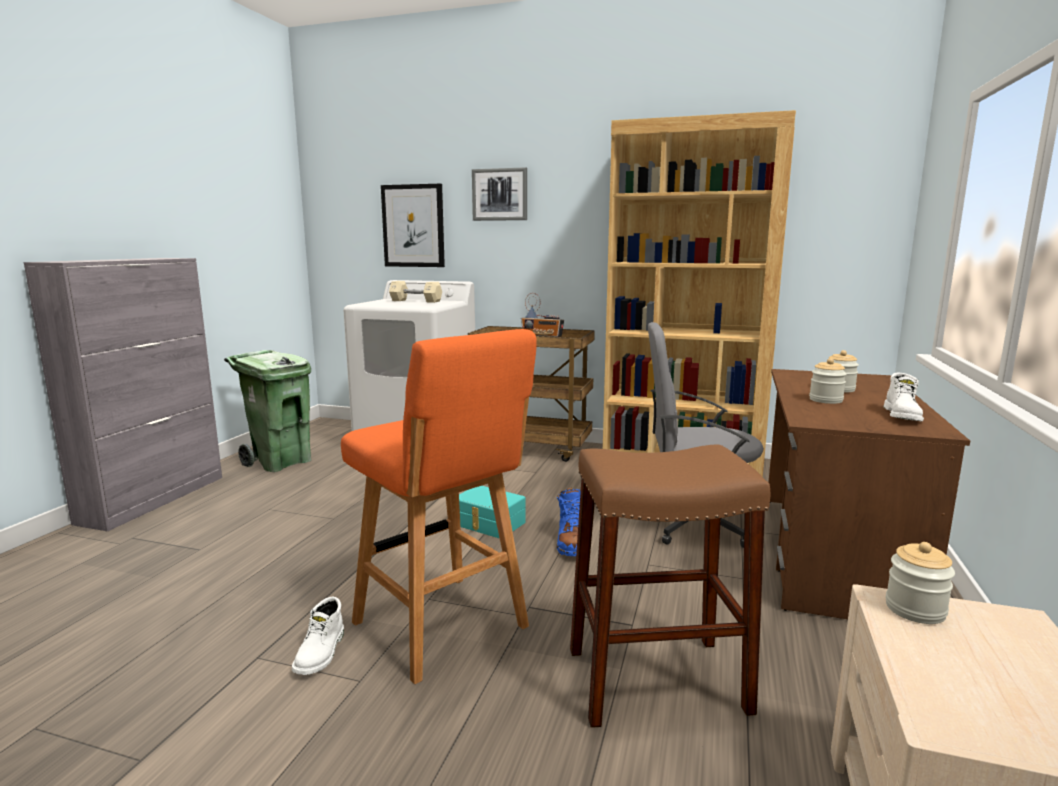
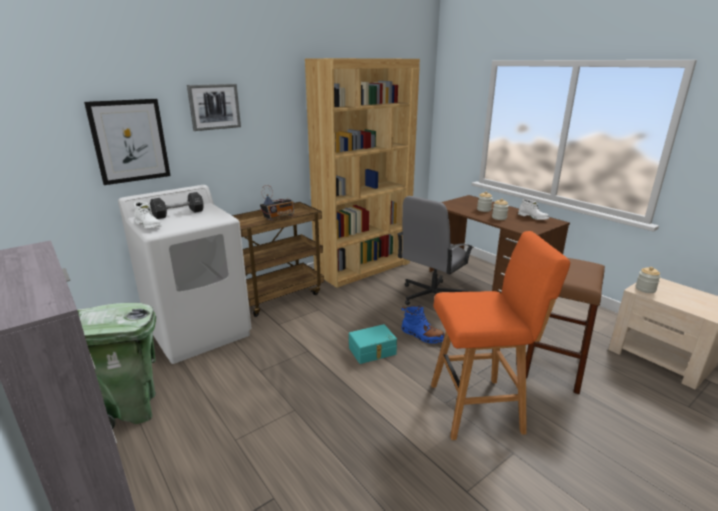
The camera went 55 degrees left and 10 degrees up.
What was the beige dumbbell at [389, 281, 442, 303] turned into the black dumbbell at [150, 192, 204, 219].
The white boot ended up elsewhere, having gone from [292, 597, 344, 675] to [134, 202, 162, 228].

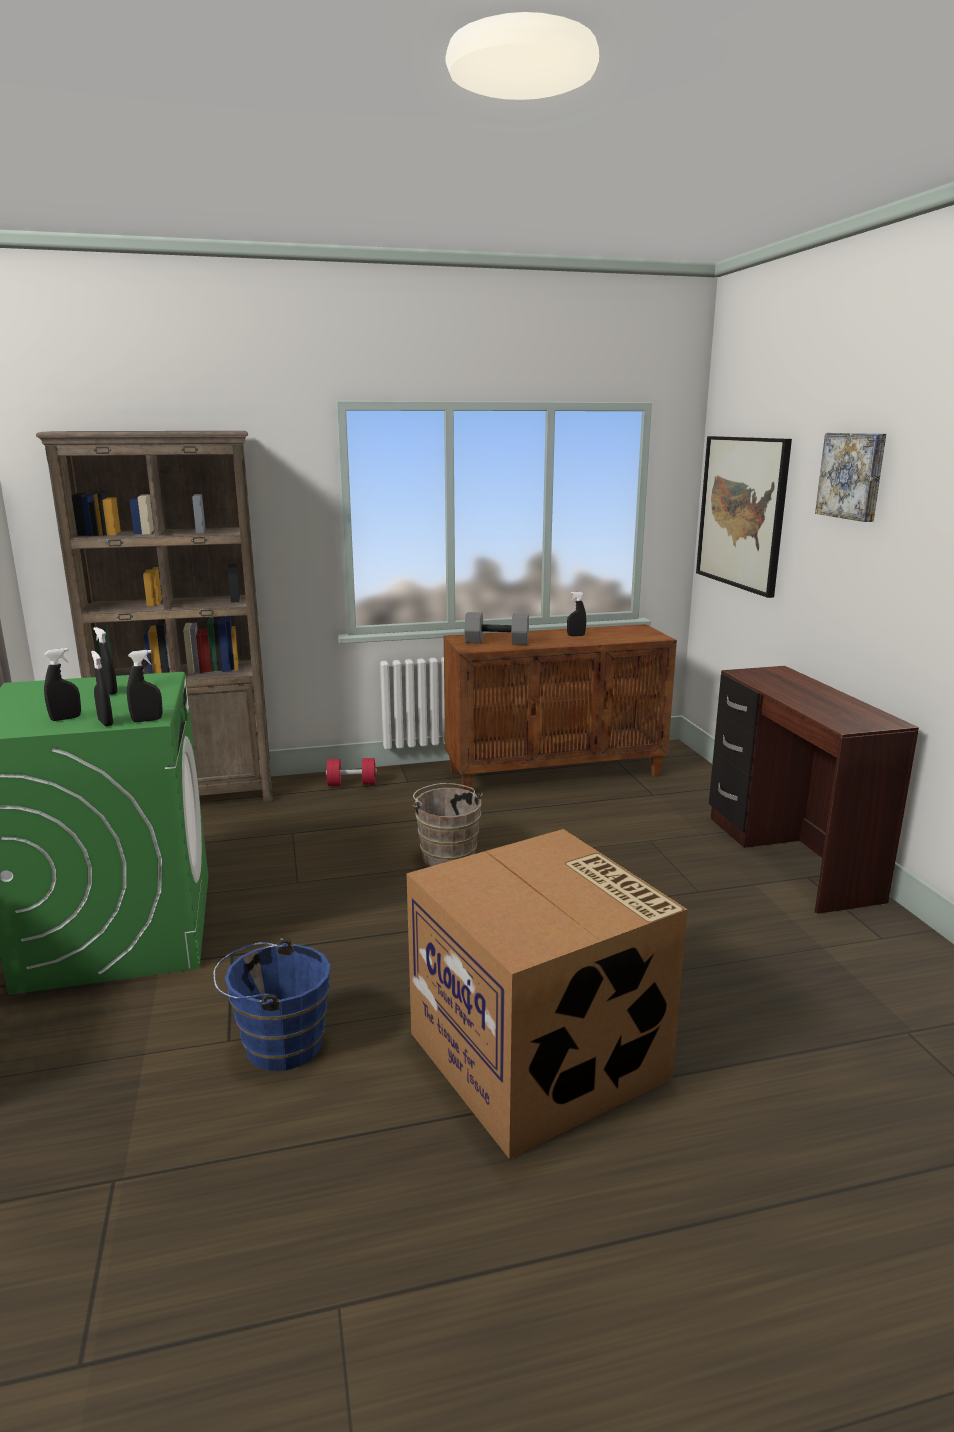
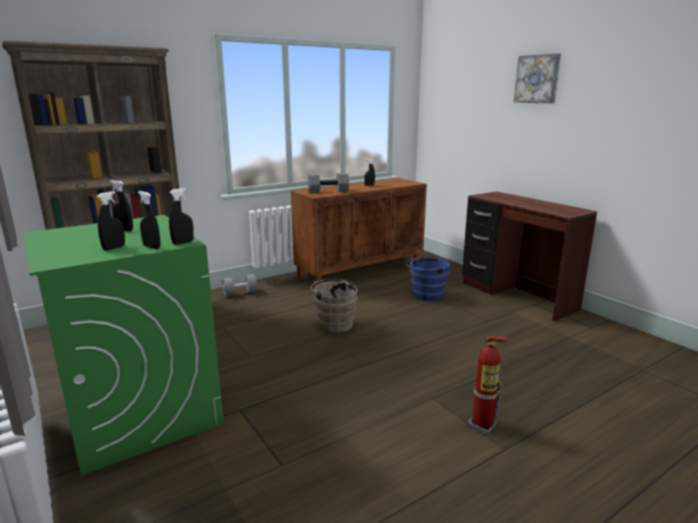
The camera went 20 degrees left and 0 degrees up.
The second view lost the picture at [696, 436, 792, 598].
What was the red dumbbell at [326, 758, 377, 786] turned into the grey dumbbell at [222, 274, 257, 296].
Where the cardboard box stood at [406, 829, 688, 1159], the fire extinguisher came to stand at [468, 336, 507, 434].
The blue bucket ended up elsewhere, having gone from [213, 938, 330, 1071] to [406, 256, 450, 301].

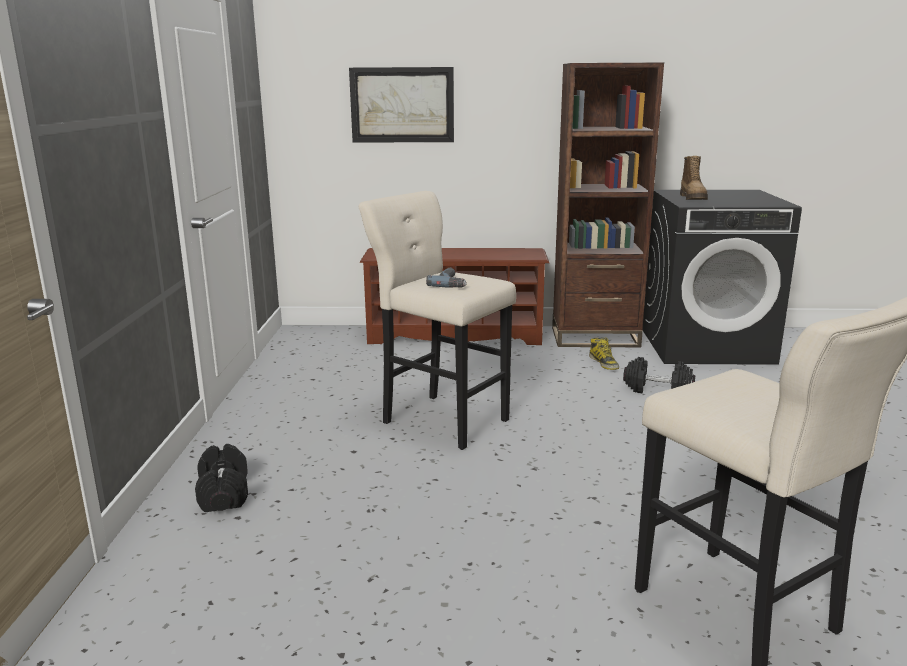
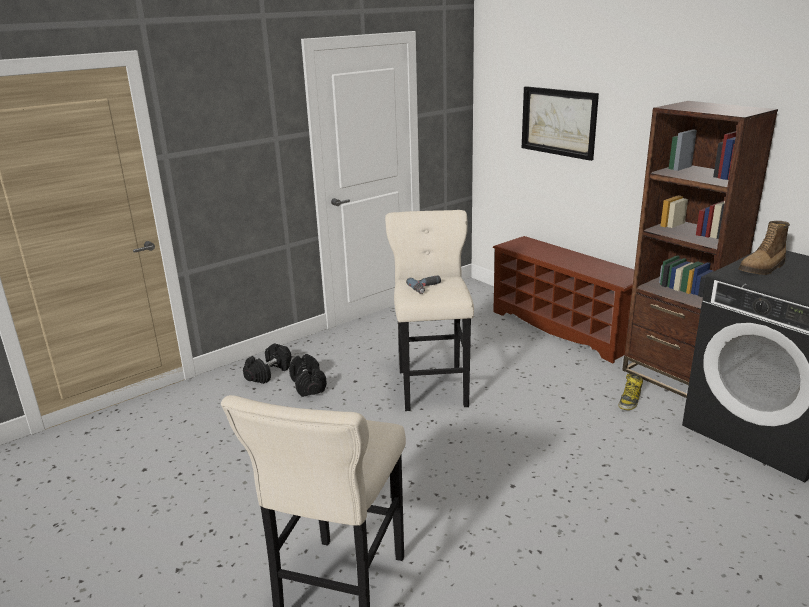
The camera went 50 degrees right and 5 degrees up.
The black dumbbell ended up elsewhere, having gone from [623, 357, 695, 393] to [289, 354, 327, 397].

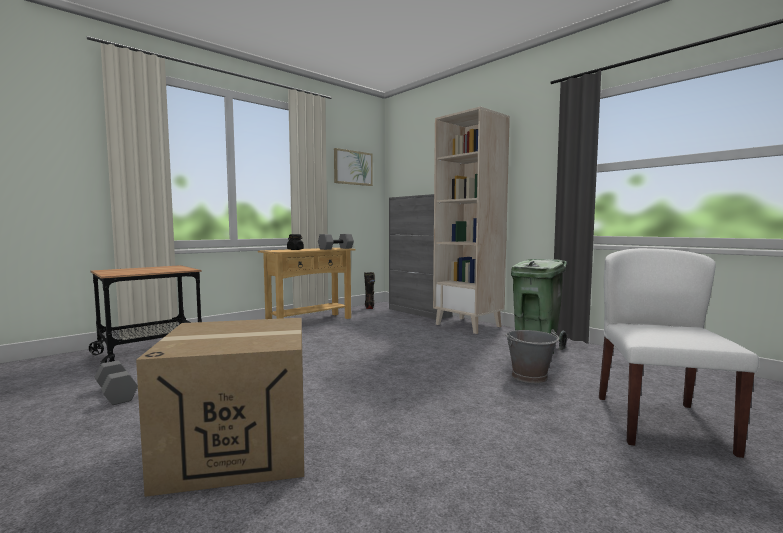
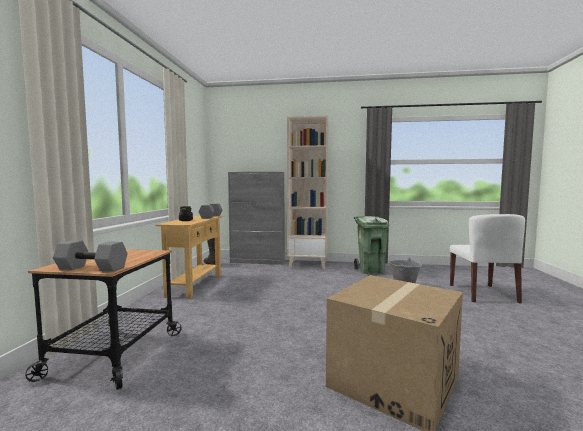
The camera went 40 degrees left and 0 degrees up.
The second view lost the picture at [334, 148, 373, 186].
The white chair at [599, 248, 759, 458] ended up facing another way, 150 degrees counterclockwise from before.
The grey dumbbell ended up elsewhere, having gone from [95, 361, 138, 405] to [53, 240, 128, 272].

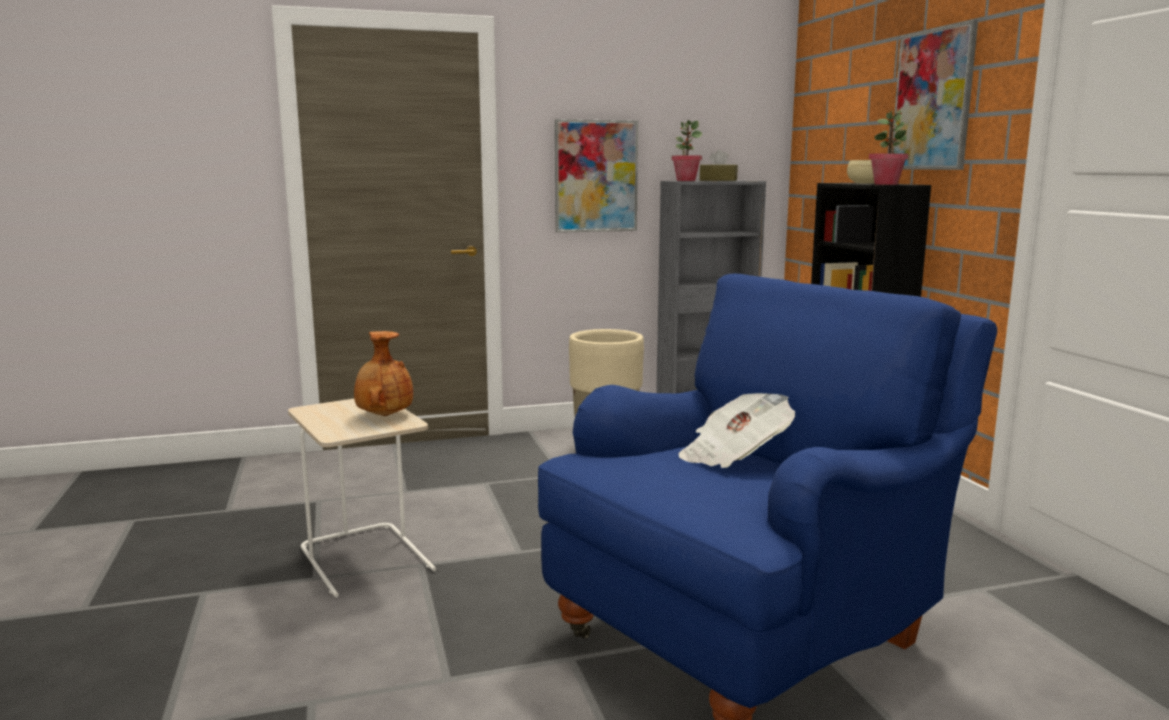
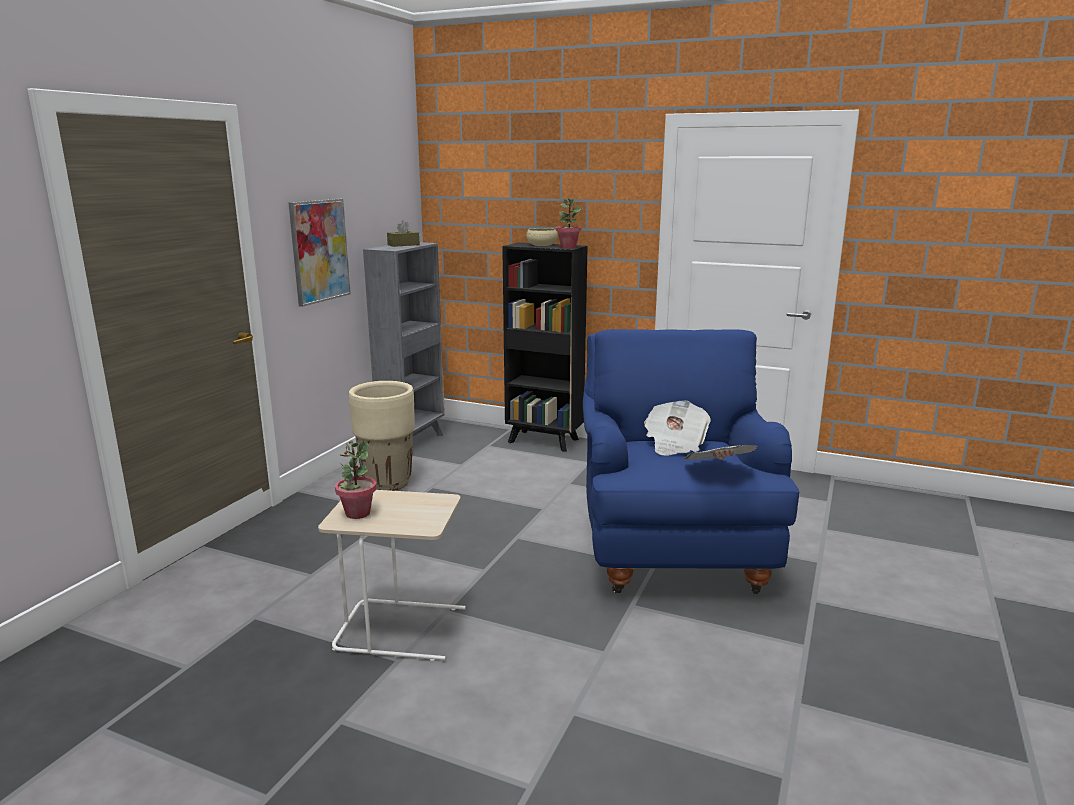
The camera went 50 degrees left and 5 degrees up.
The second view lost the picture at [892, 20, 978, 170].
The potted plant ended up elsewhere, having gone from [671, 120, 702, 181] to [335, 440, 377, 519].
The second view lost the brown vase at [354, 331, 413, 416].
The second view gained the newspaper at [683, 445, 758, 460].

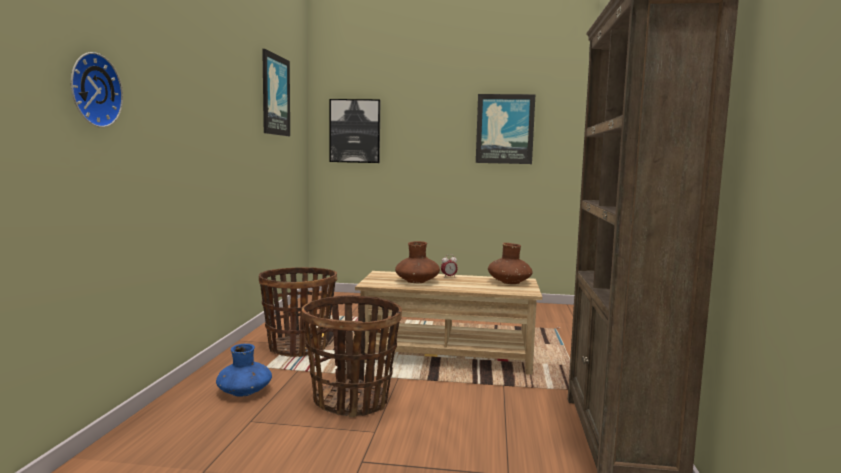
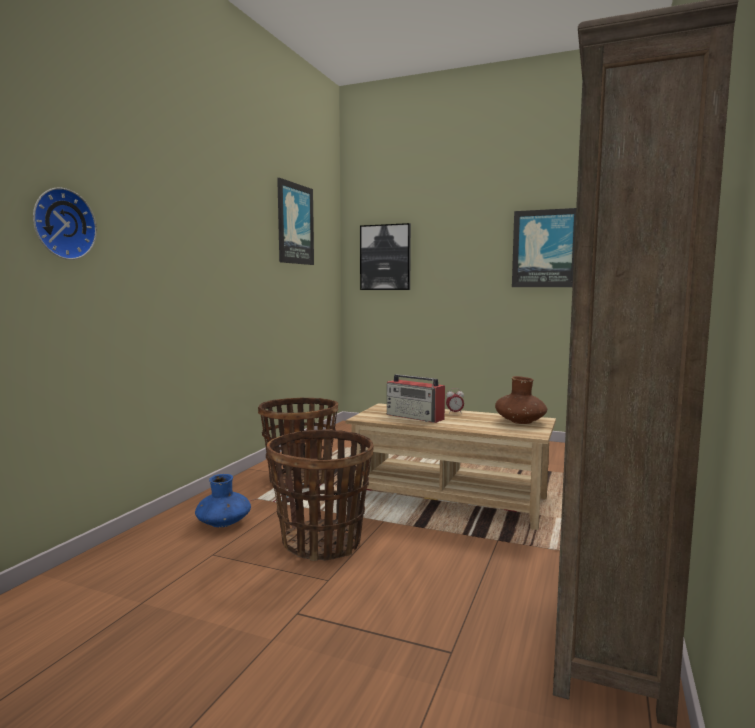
The camera went 15 degrees right and 0 degrees up.
Where the brown vase stood at [395, 241, 440, 283], the radio came to stand at [387, 374, 445, 423].

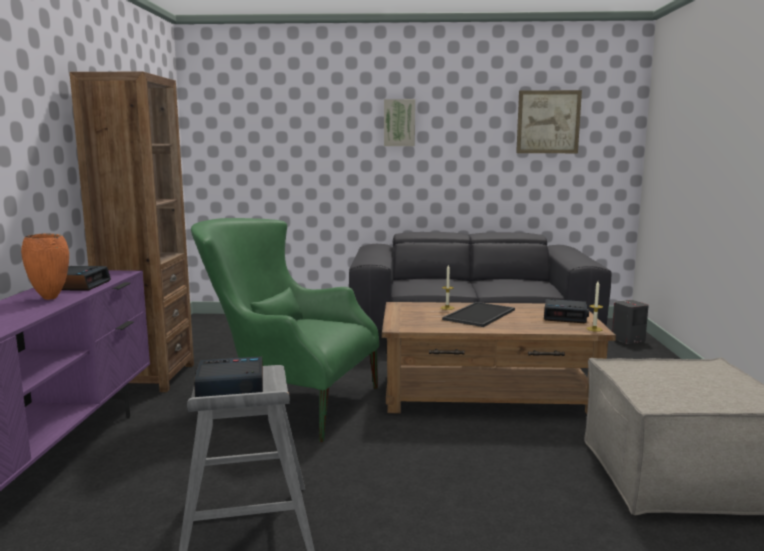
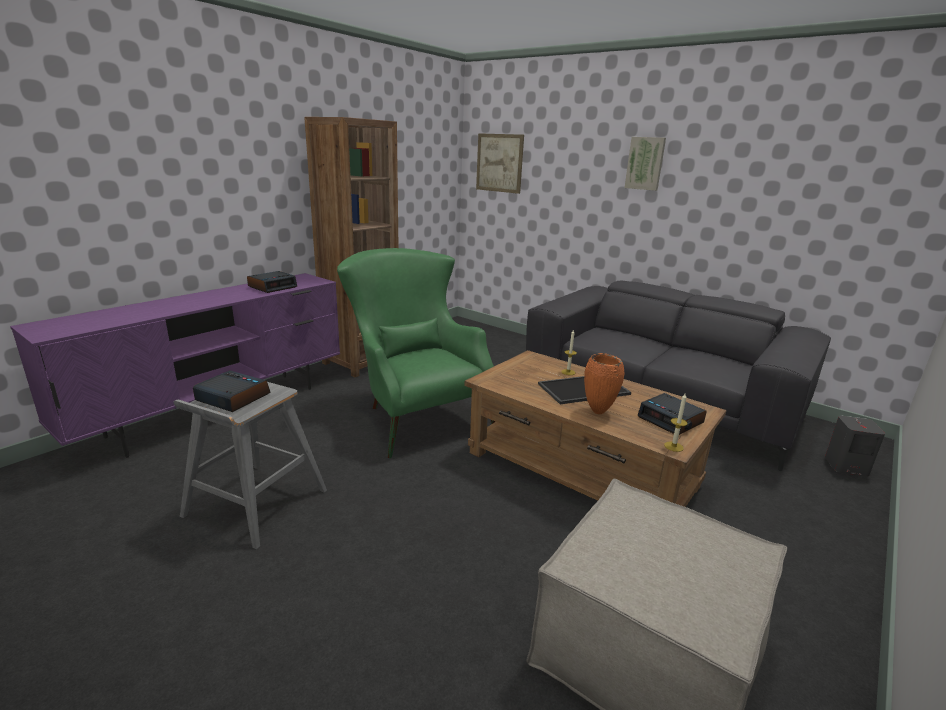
The camera went 35 degrees right and 10 degrees up.
The picture ended up elsewhere, having gone from [516, 90, 582, 153] to [476, 133, 524, 194].
The orange vase ended up elsewhere, having gone from [21, 234, 69, 300] to [584, 353, 625, 414].

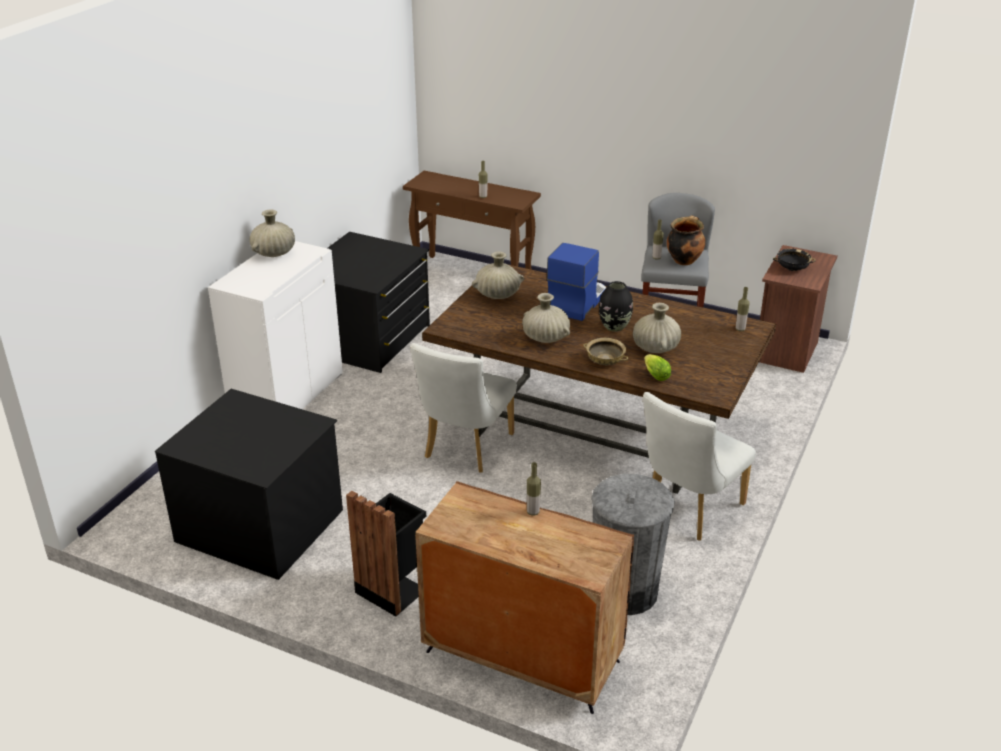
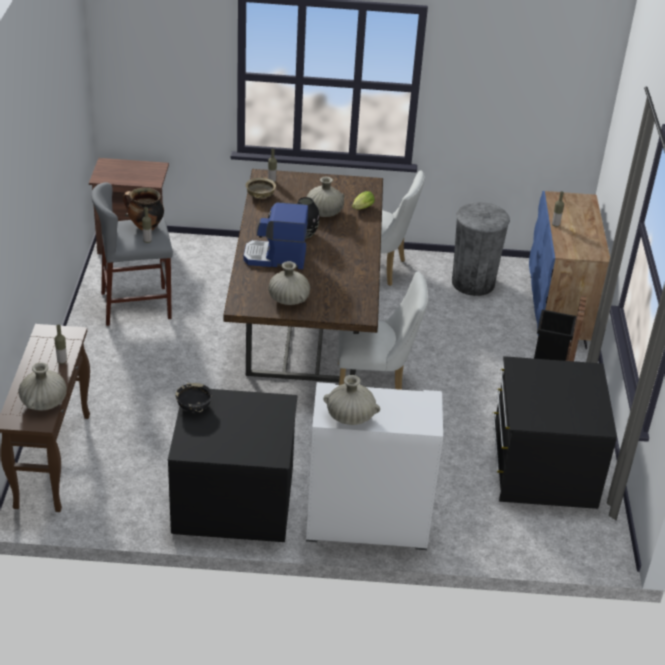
The camera went 115 degrees left and 5 degrees up.
The black bowl ended up elsewhere, having gone from [773, 249, 816, 271] to [175, 383, 213, 413].
The beige vase ended up elsewhere, having gone from [522, 293, 570, 343] to [18, 363, 67, 410].
The beige bowl ended up elsewhere, having gone from [583, 338, 628, 365] to [246, 178, 276, 199].
What was the brown cabinet at [415, 481, 634, 714] turned into the blue cabinet at [529, 191, 610, 349].

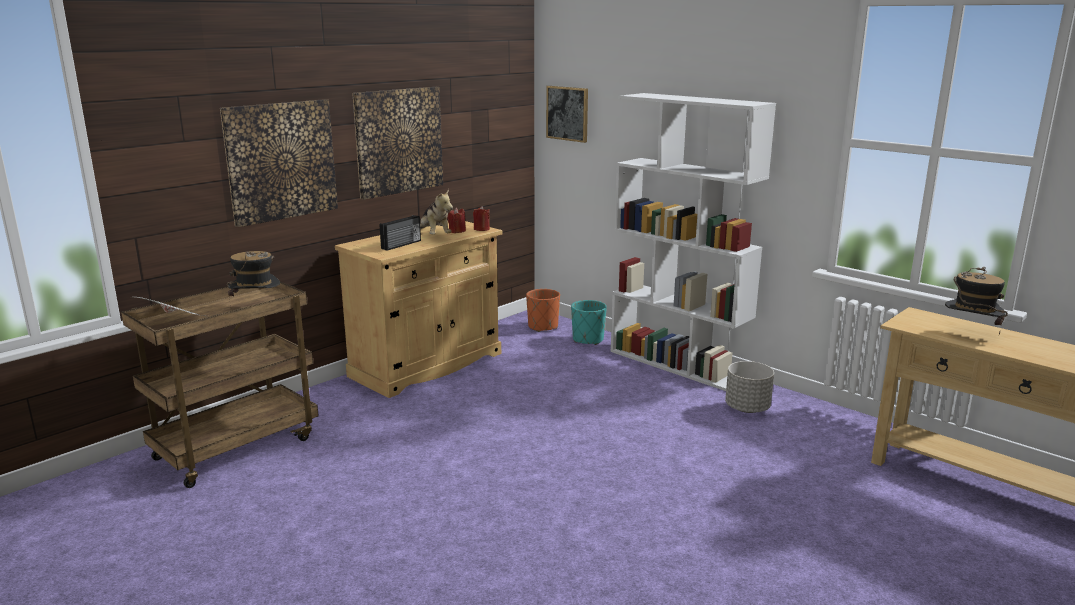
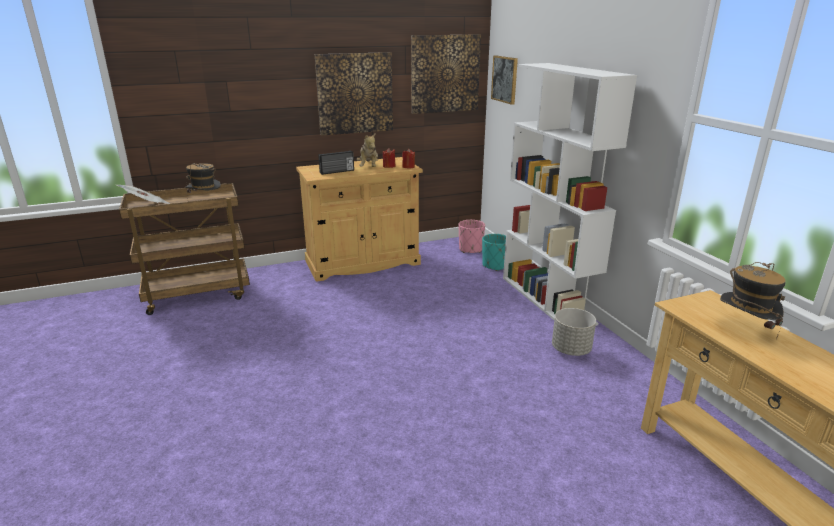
The camera went 25 degrees right and 5 degrees up.
The picture ended up elsewhere, having gone from [220, 99, 338, 227] to [411, 34, 481, 114].
What was the orange planter at [526, 289, 560, 332] turned into the pink planter at [459, 220, 485, 253].

